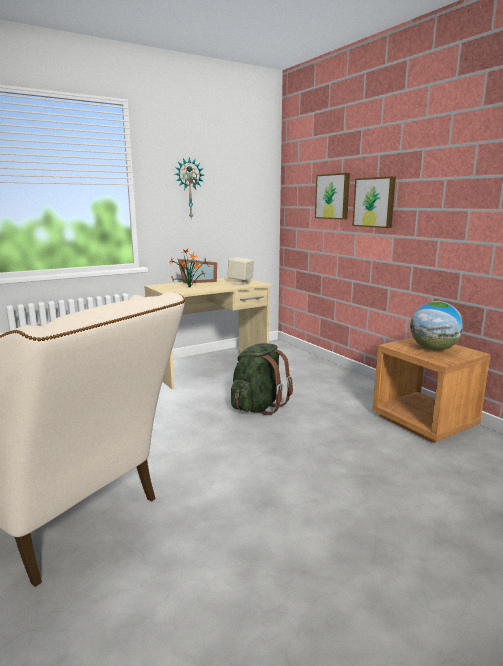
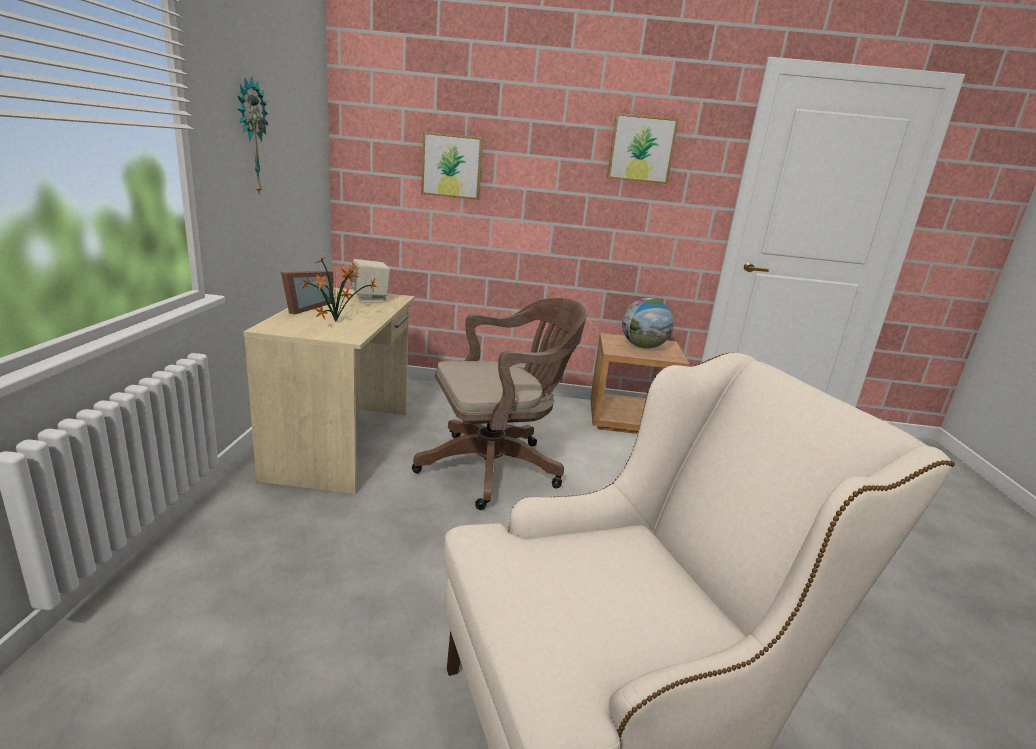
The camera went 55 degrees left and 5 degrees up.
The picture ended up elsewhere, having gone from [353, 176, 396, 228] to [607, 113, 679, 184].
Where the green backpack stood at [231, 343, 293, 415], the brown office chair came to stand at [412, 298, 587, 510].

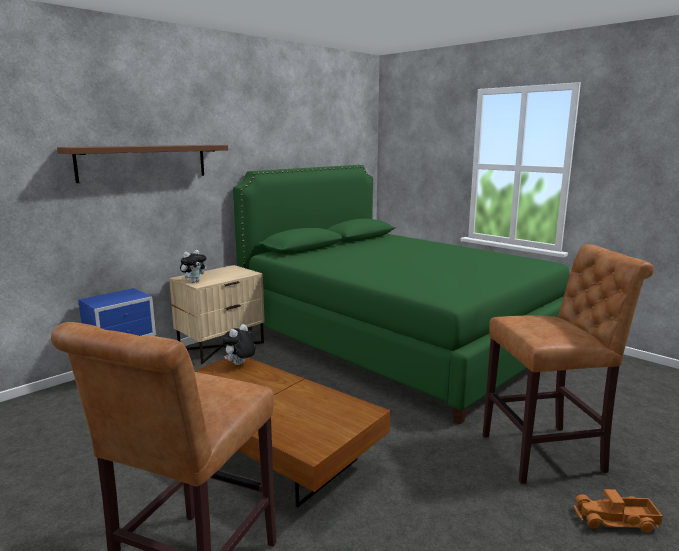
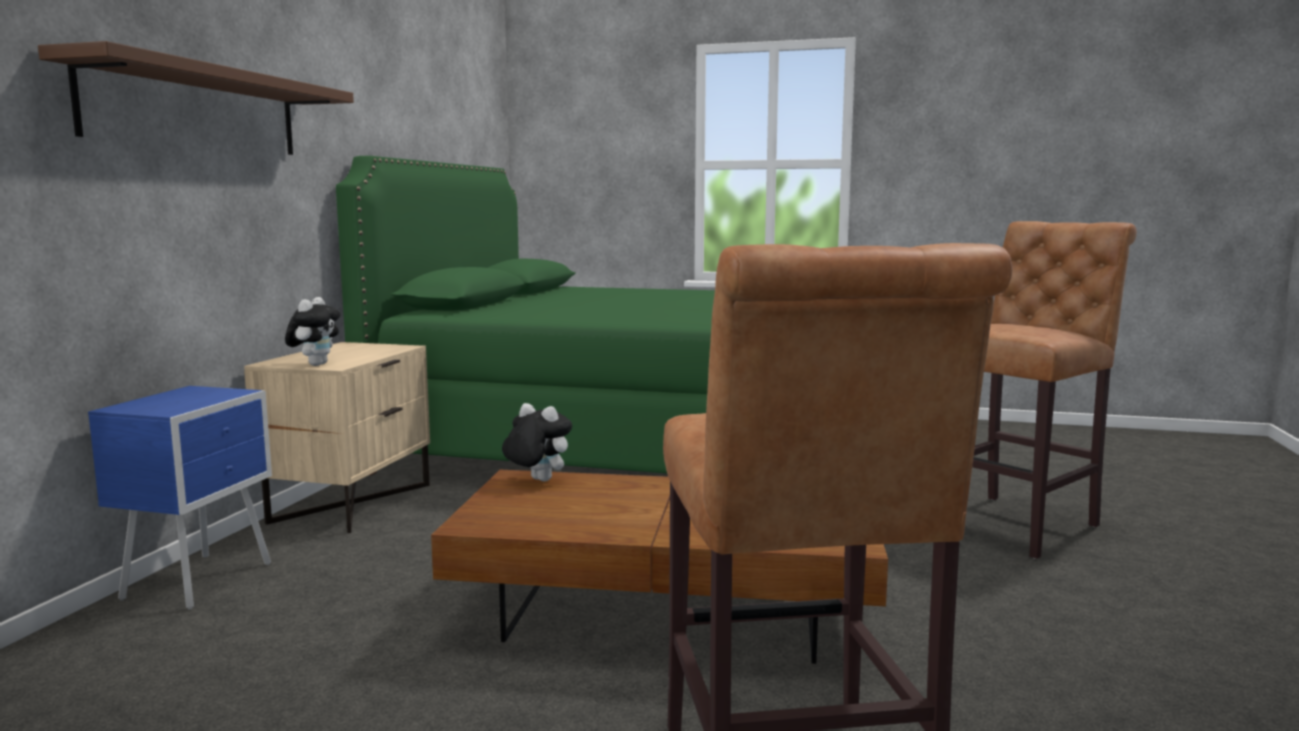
The camera went 30 degrees left and 5 degrees down.
The plush toy at [222, 324, 256, 365] ended up facing another way, 120 degrees clockwise from before.
The second view lost the toy truck at [574, 489, 663, 533].

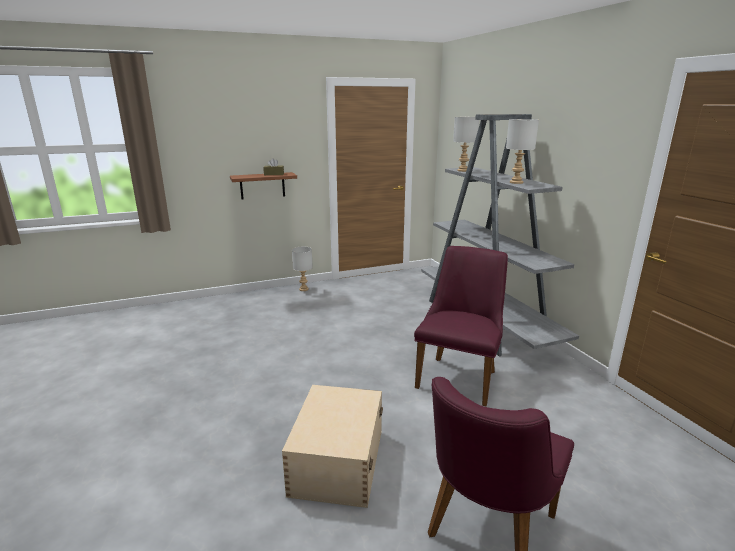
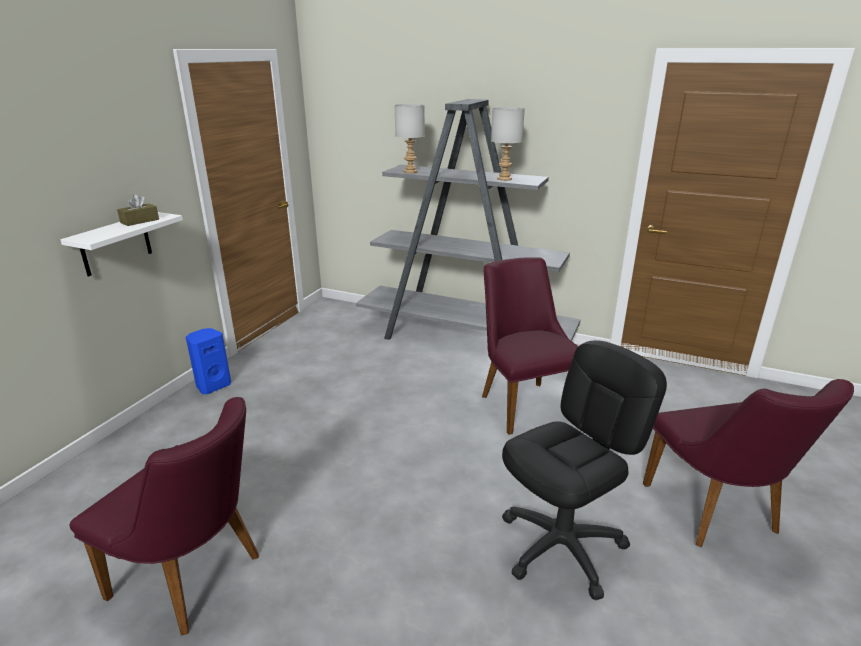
The camera went 45 degrees left and 5 degrees up.
What was the brown shelf at [230, 172, 297, 199] turned into the white shelf at [60, 212, 183, 277].
Where the grey table lamp stood at [292, 247, 313, 291], the blue speaker came to stand at [186, 328, 231, 394].
Where the beige storage box stood at [282, 385, 383, 508], the black office chair came to stand at [502, 340, 667, 600].
The second view gained the purple chair at [69, 397, 259, 636].

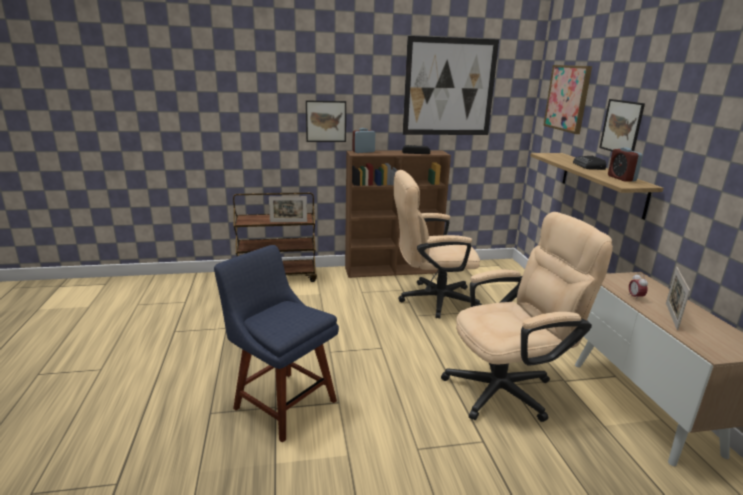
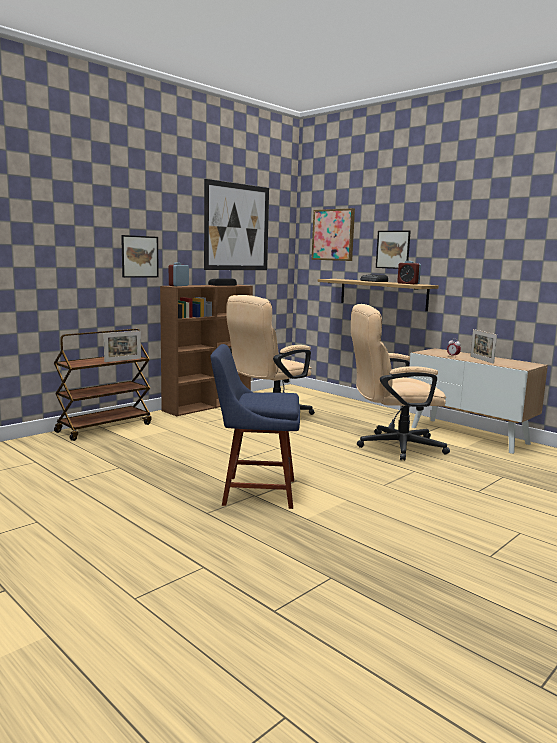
The camera went 35 degrees left and 10 degrees down.
The beige office chair at [441, 212, 613, 422] ended up facing another way, 135 degrees counterclockwise from before.

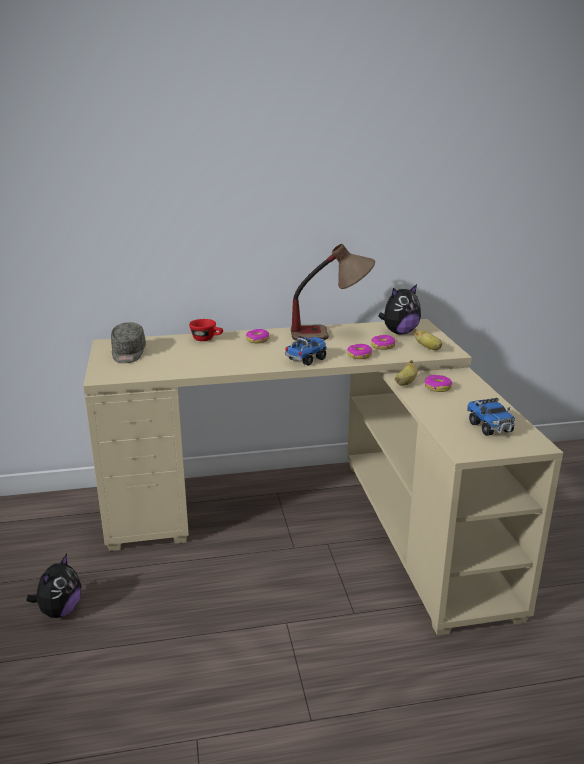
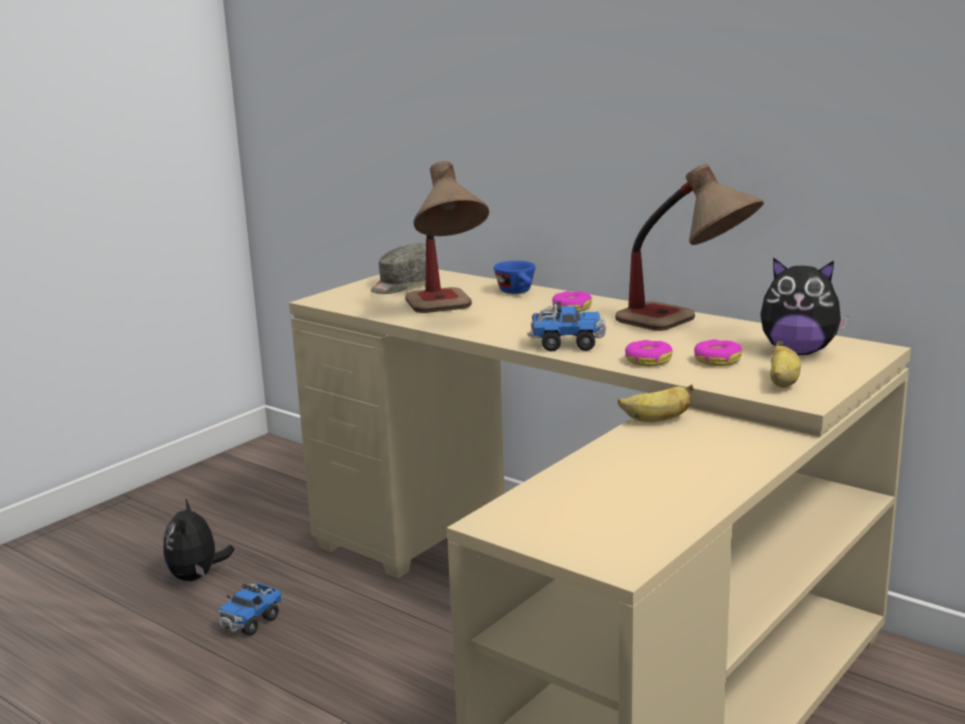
The camera went 50 degrees right and 5 degrees down.
What was the red cup at [189, 319, 223, 341] turned into the blue cup at [494, 261, 535, 294].
The second view lost the donut at [424, 375, 452, 392].
The toy truck ended up elsewhere, having gone from [467, 398, 515, 436] to [218, 583, 283, 636].
The plush toy at [26, 554, 81, 618] ended up facing another way, 105 degrees clockwise from before.
The second view gained the table lamp at [405, 161, 489, 313].

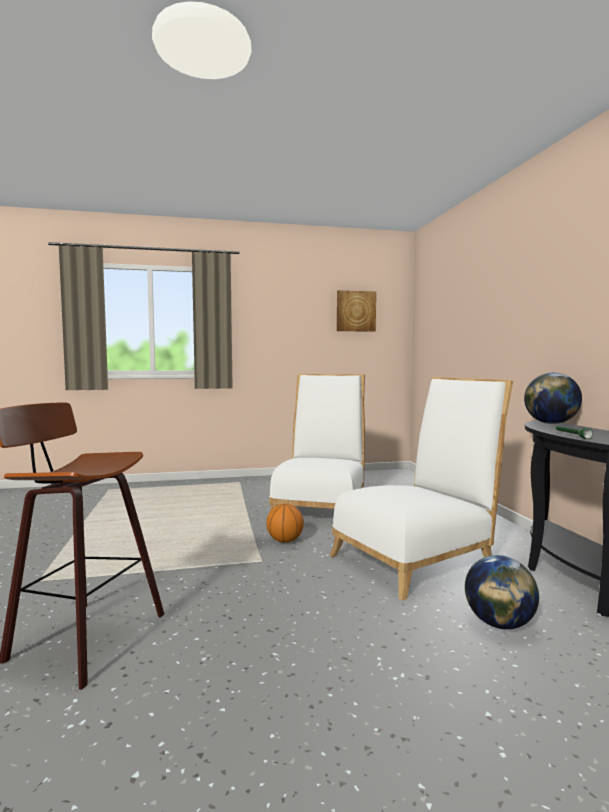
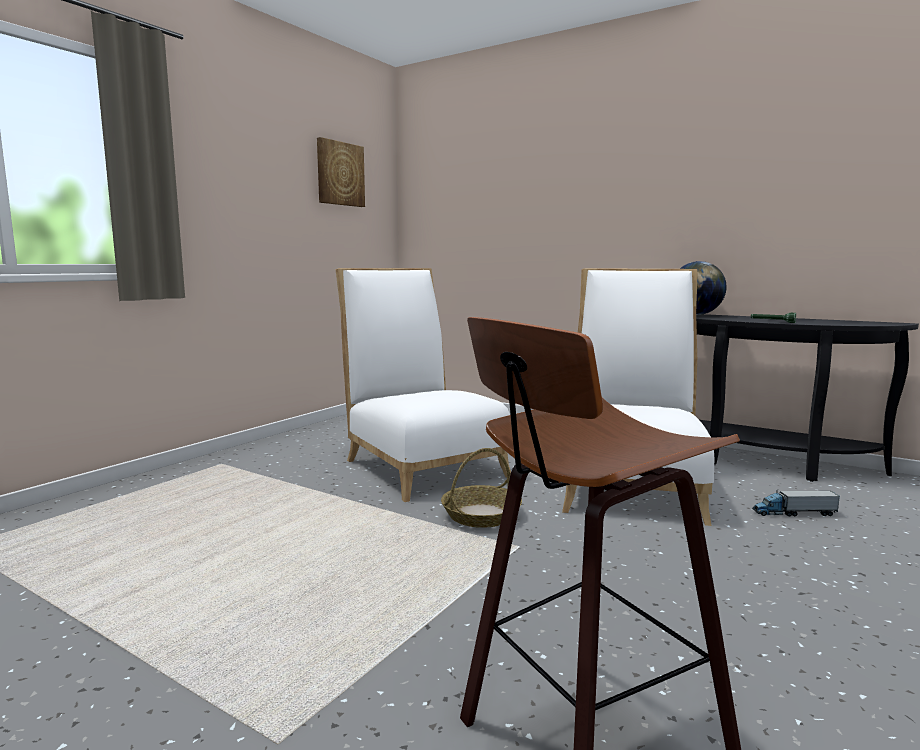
The camera went 45 degrees left and 5 degrees up.
Where the basketball stood at [266, 504, 304, 543], the basket came to stand at [441, 448, 522, 528].
Where the globe stood at [465, 555, 539, 629], the toy truck came to stand at [752, 490, 840, 516].

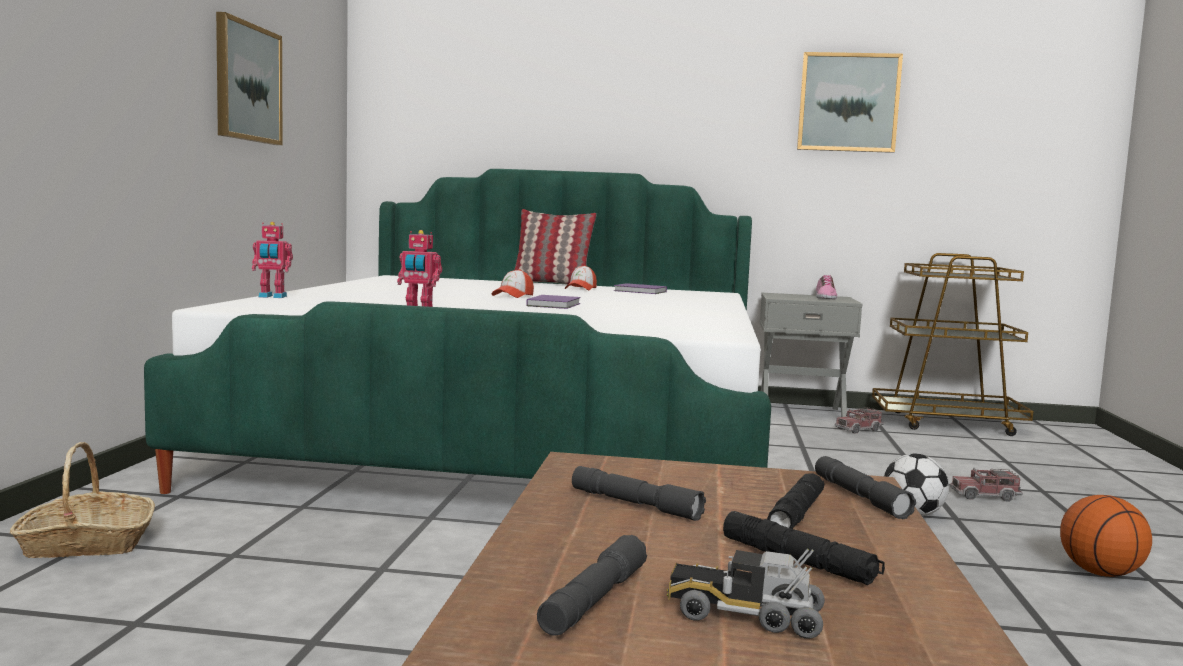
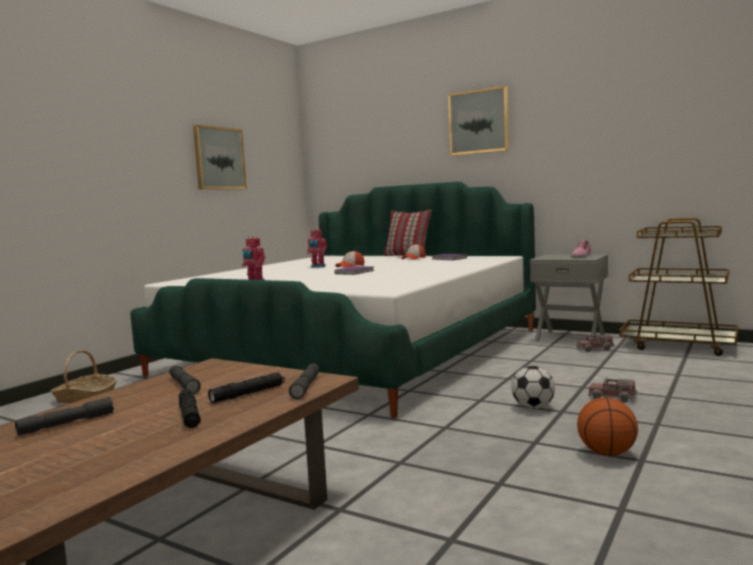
The camera went 25 degrees right and 0 degrees up.
The picture ended up elsewhere, having gone from [797, 52, 903, 153] to [448, 86, 509, 156].
The toy robot ended up elsewhere, having gone from [252, 222, 293, 298] to [307, 228, 327, 268].
The second view lost the toy truck at [667, 549, 825, 639].

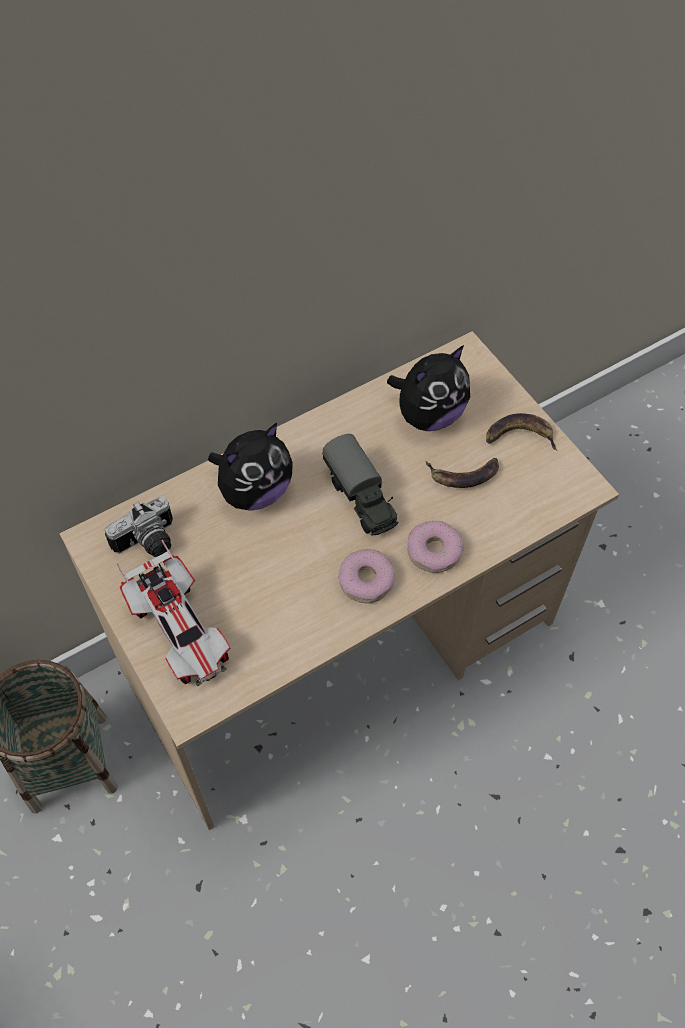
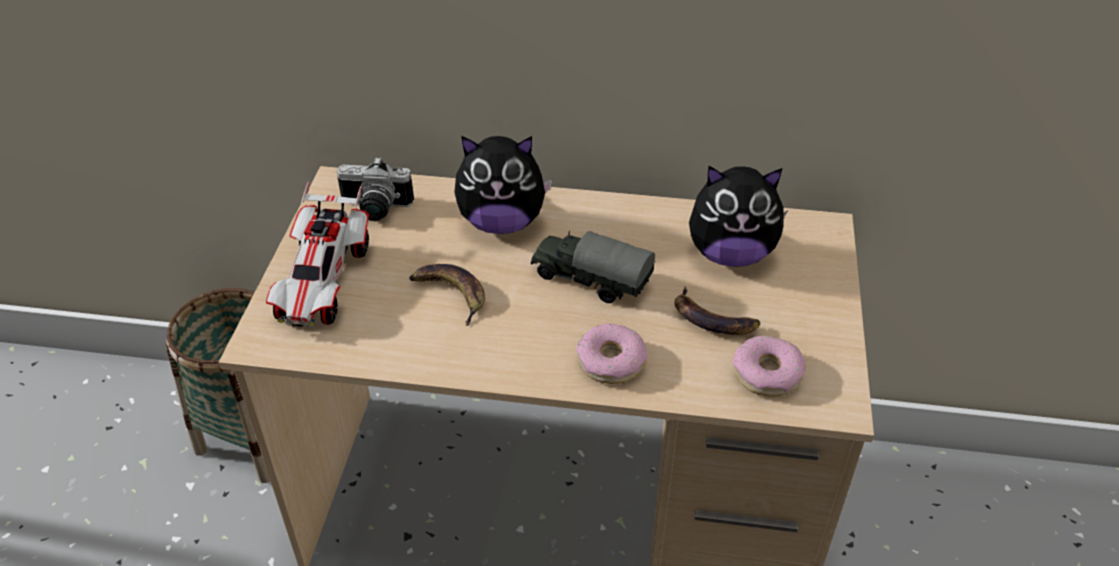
The camera went 40 degrees right and 15 degrees down.
The banana ended up elsewhere, having gone from [486, 413, 557, 450] to [409, 264, 485, 326].
The toy truck at [322, 434, 398, 536] ended up facing another way, 105 degrees clockwise from before.
The donut ended up elsewhere, having gone from [338, 549, 395, 604] to [733, 335, 806, 397].

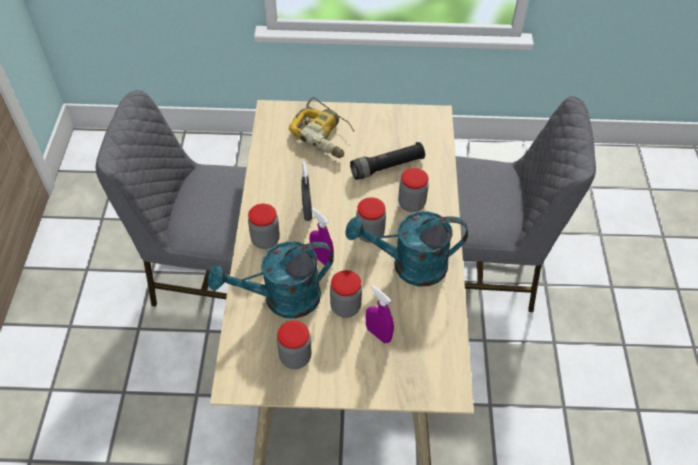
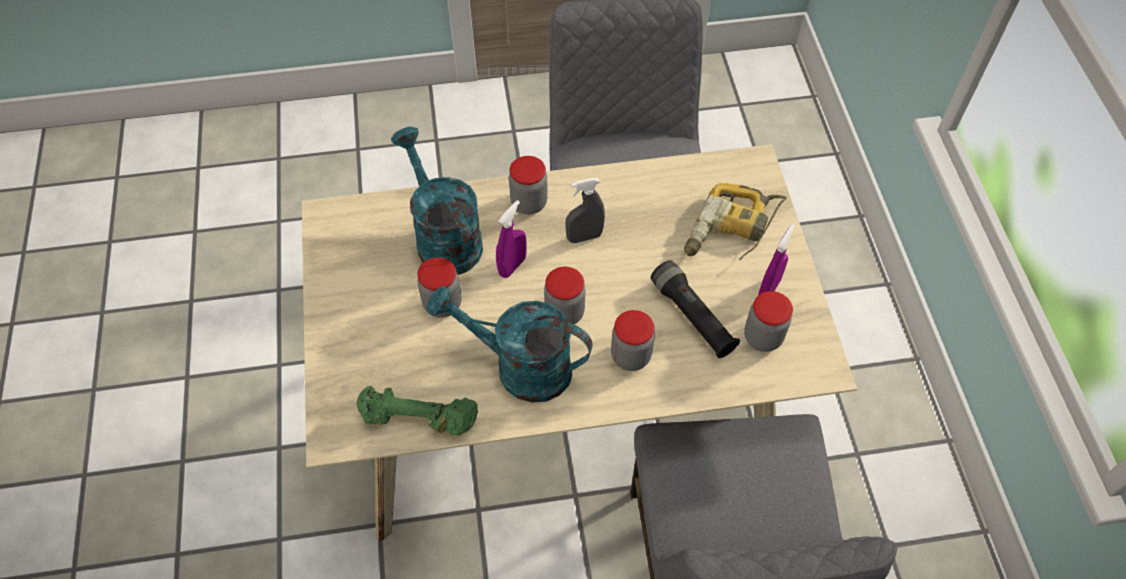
The camera went 80 degrees right and 5 degrees up.
The turquoise watering can at [345, 211, 468, 286] ended up facing another way, 60 degrees counterclockwise from before.
The purple spray bottle ended up elsewhere, having gone from [366, 285, 394, 343] to [758, 223, 795, 295].
The jar ended up elsewhere, having gone from [277, 321, 312, 369] to [744, 291, 793, 352].
The second view gained the green dumbbell at [357, 386, 478, 436].

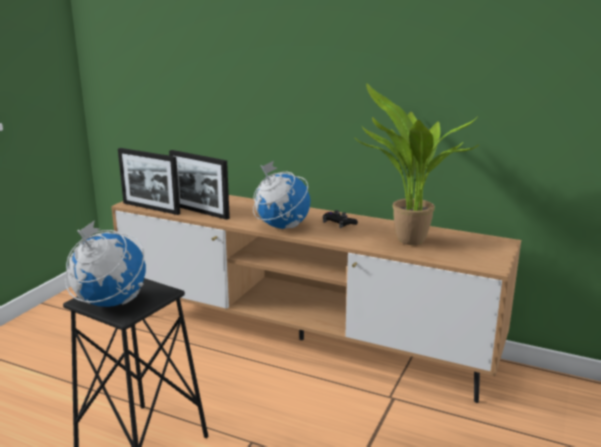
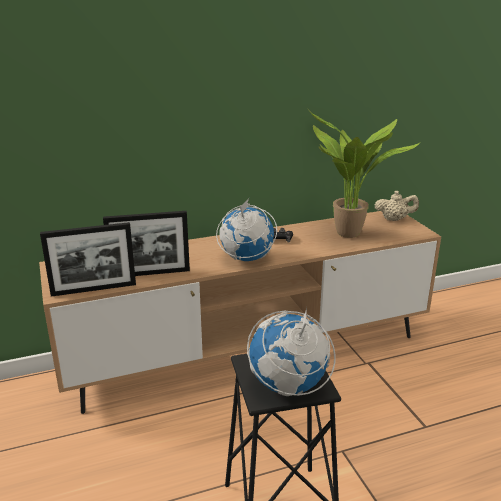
The camera went 45 degrees left and 5 degrees up.
The second view gained the beige teapot at [374, 191, 419, 221].

